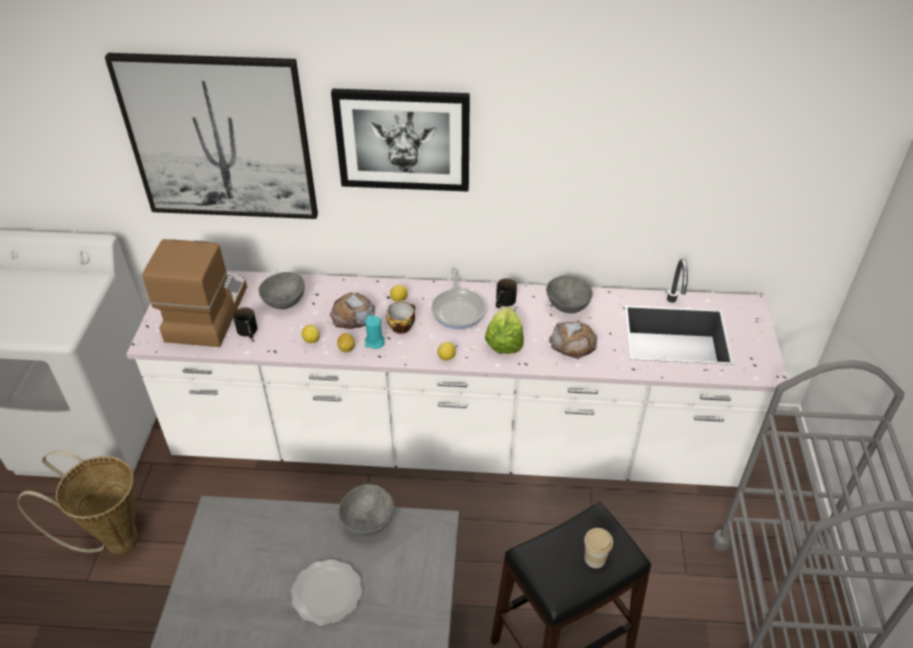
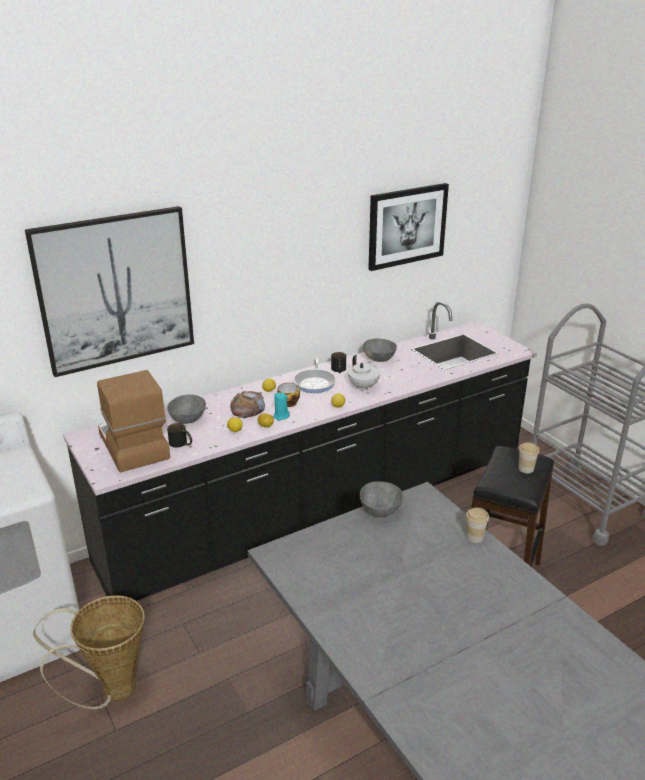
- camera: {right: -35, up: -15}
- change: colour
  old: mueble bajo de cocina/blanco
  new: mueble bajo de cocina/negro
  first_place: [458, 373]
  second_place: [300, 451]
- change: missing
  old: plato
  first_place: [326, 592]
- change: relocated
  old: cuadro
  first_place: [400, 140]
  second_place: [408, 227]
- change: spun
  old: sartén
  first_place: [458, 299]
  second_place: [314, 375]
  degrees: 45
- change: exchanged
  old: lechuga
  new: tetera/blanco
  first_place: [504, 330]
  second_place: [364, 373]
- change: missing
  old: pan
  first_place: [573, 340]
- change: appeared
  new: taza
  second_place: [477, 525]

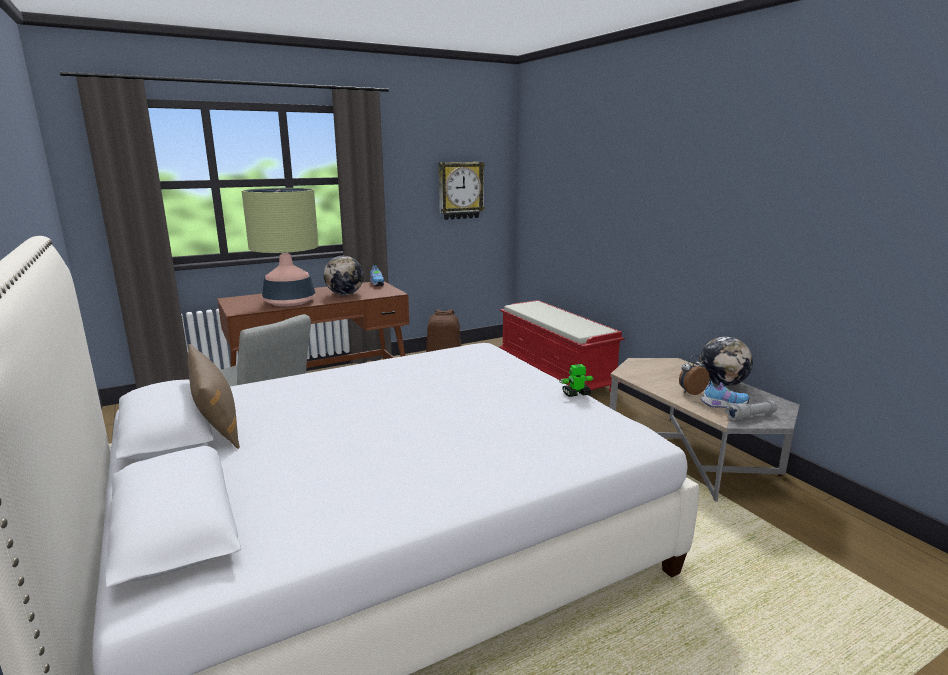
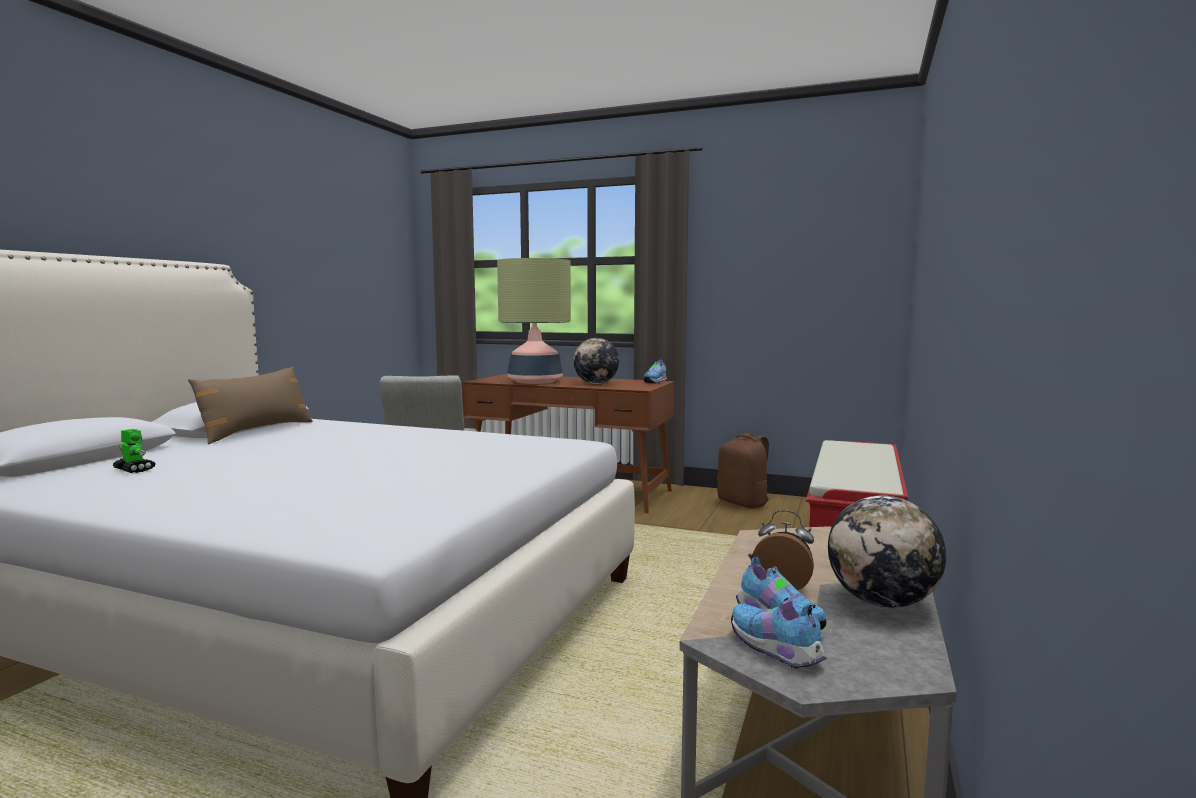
- camera: {right: 50, up: -10}
- change: missing
  old: reloj de pared
  first_place: [462, 191]
- change: relocated
  old: robot de juguete
  first_place: [577, 380]
  second_place: [134, 451]
- change: exchanged
  old: linterna/gris
  new: zapato
  first_place: [751, 410]
  second_place: [778, 633]

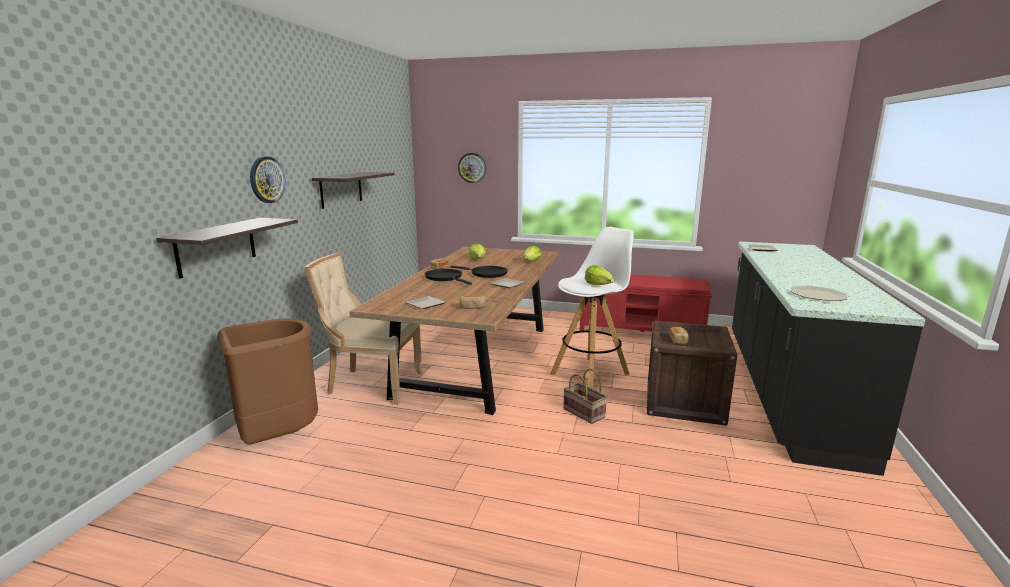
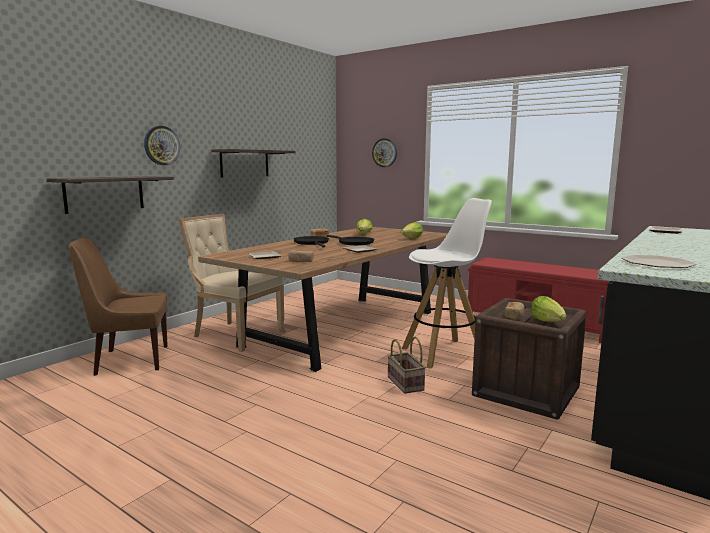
- camera: {right: 20, up: -5}
- change: exchanged
  old: papelera/marrón
  new: silla/marrón
  first_place: [267, 381]
  second_place: [118, 306]
- change: relocated
  old: lechuga
  first_place: [599, 275]
  second_place: [548, 309]

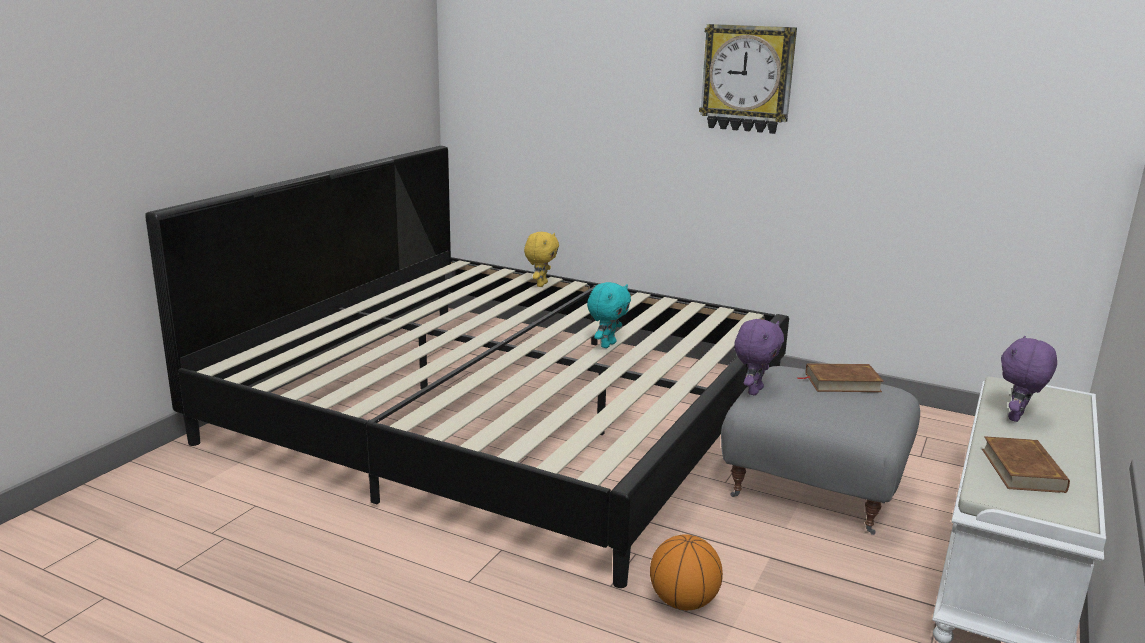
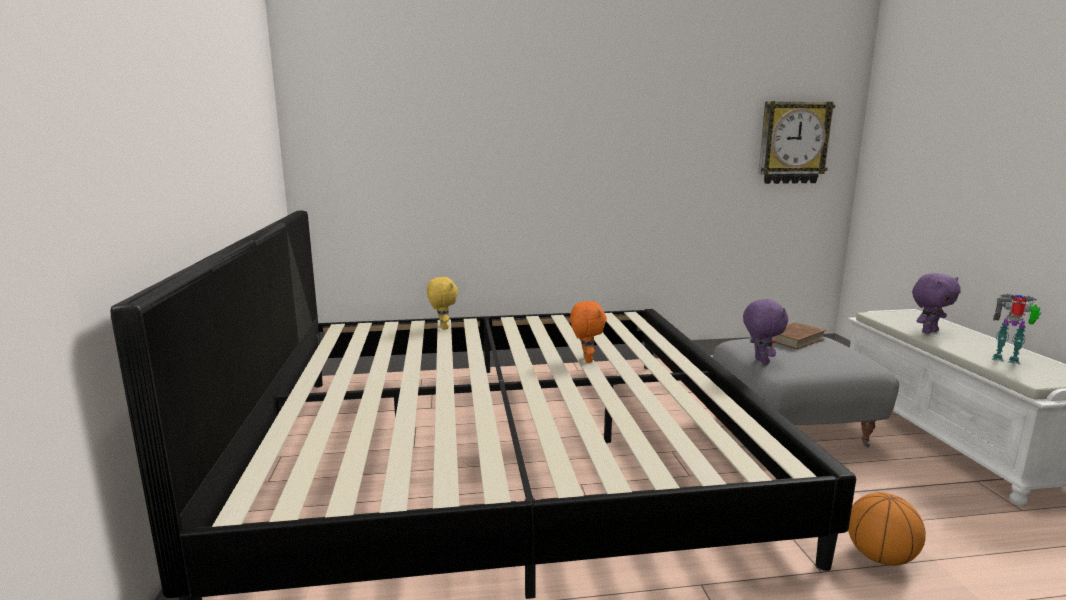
- camera: {right: -35, up: -5}
- change: colour
  old: peluche/turquesa
  new: peluche/naranja
  first_place: [609, 315]
  second_place: [588, 332]
- change: relocated
  old: reloj de pared
  first_place: [748, 79]
  second_place: [796, 142]
- change: exchanged
  old: libro/marrón
  new: robot de juguete
  first_place: [1026, 464]
  second_place: [1016, 329]
- change: spun
  old: peluche/morado
  first_place: [1029, 379]
  second_place: [936, 303]
  degrees: -120

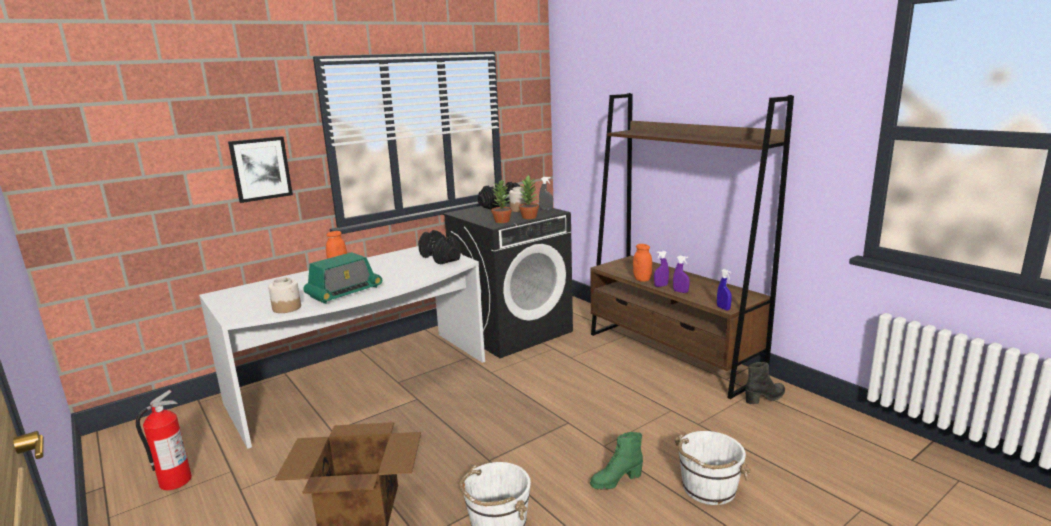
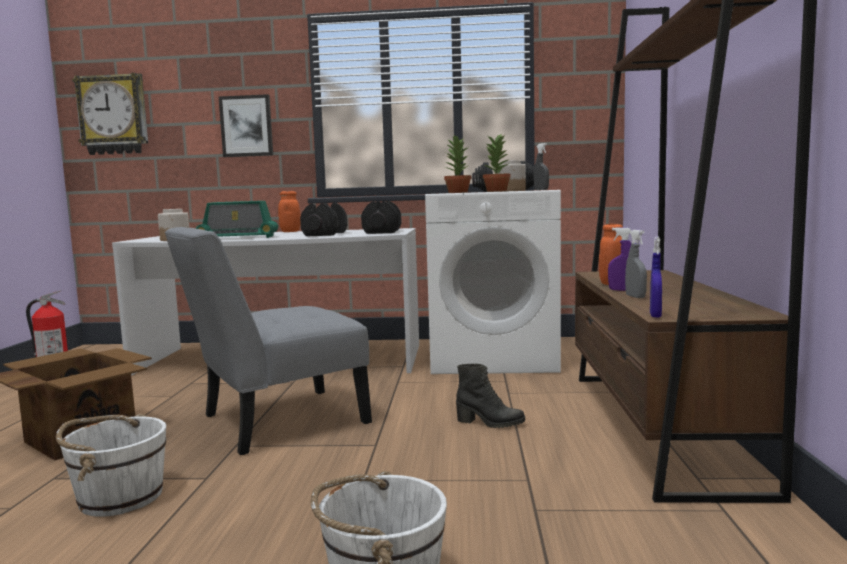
- camera: {right: 40, up: -10}
- change: colour
  old: lavadora/negro
  new: lavadora/blanco
  first_place: [508, 280]
  second_place: [493, 282]
- change: missing
  old: bota/verde
  first_place: [616, 461]
- change: colour
  old: pulverizador/morado
  new: pulverizador/gris
  first_place: [681, 274]
  second_place: [636, 264]
- change: relocated
  old: bota/negro
  first_place: [765, 383]
  second_place: [490, 395]
- change: appeared
  new: reloj de pared
  second_place: [110, 114]
- change: appeared
  new: silla/gris
  second_place: [268, 341]
- change: appeared
  new: mancuerna/negro
  second_place: [323, 219]

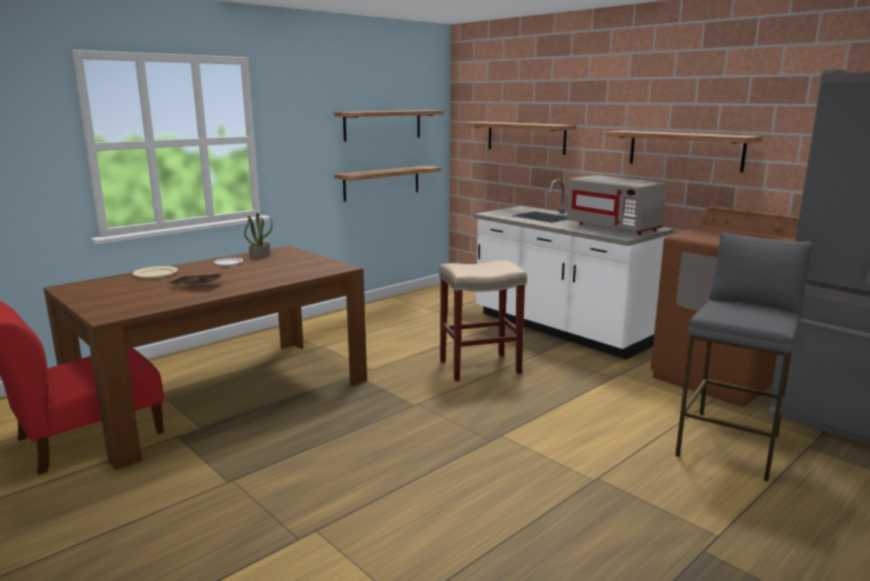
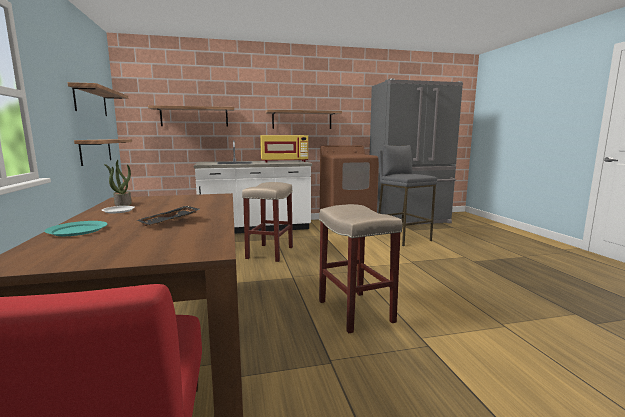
- camera: {right: -60, up: -5}
- change: colour
  old: plato/beis
  new: plato/turquesa
  first_place: [155, 272]
  second_place: [75, 228]
- change: colour
  old: microondas/gris
  new: microondas/amarillo
  first_place: [616, 205]
  second_place: [284, 149]
- change: appeared
  new: taburete/beis
  second_place: [360, 268]

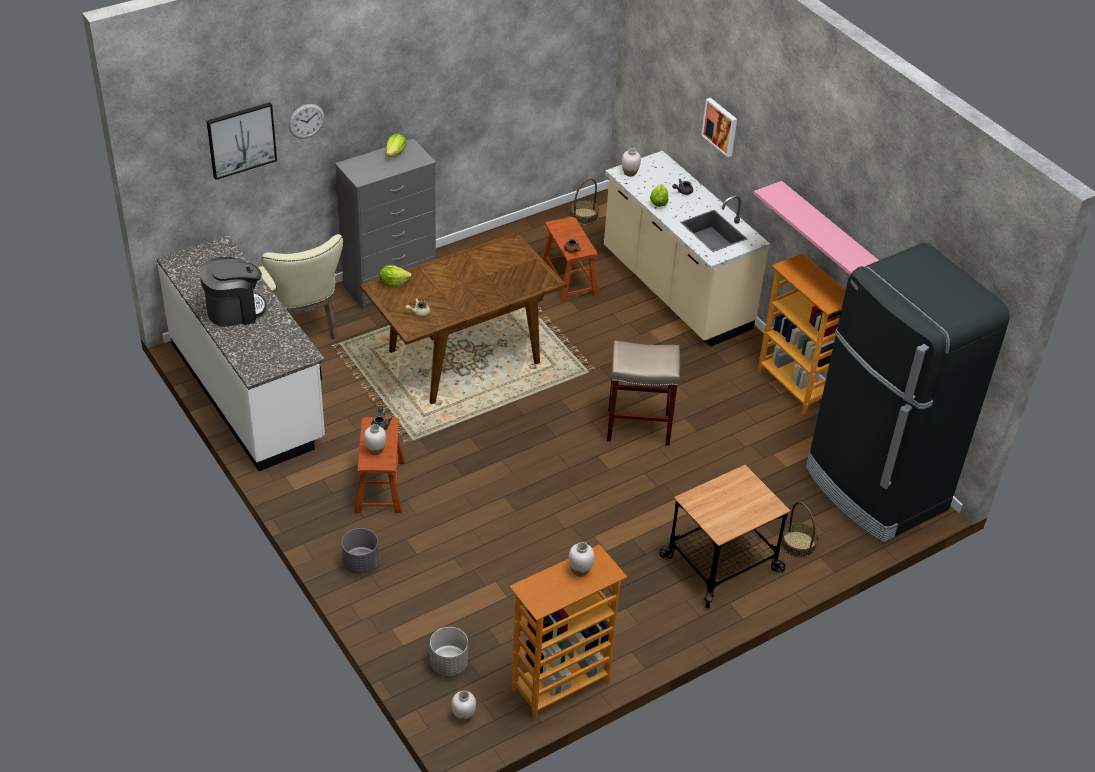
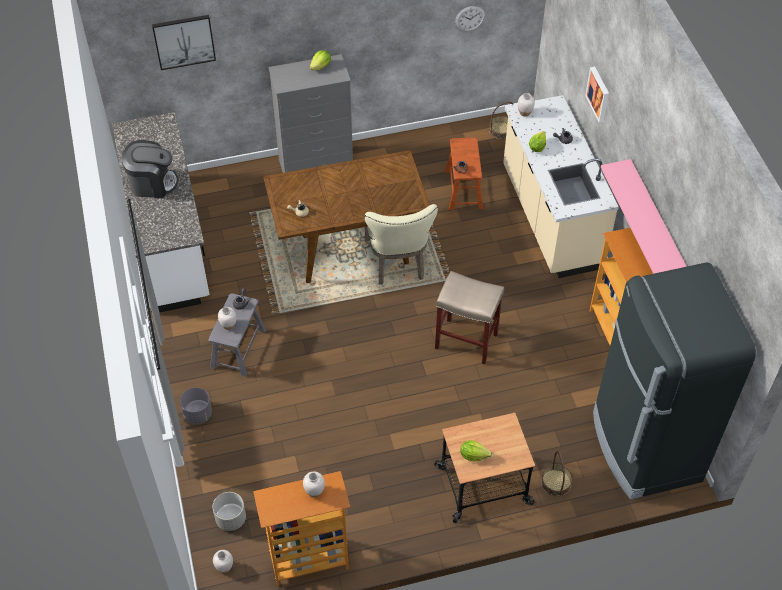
- camera: {right: 20, up: 10}
- change: relocated
  old: silla/beis
  first_place: [300, 287]
  second_place: [401, 244]
- change: relocated
  old: reloj de pared
  first_place: [307, 121]
  second_place: [470, 18]
- change: colour
  old: taburete/marrón
  new: taburete/gris
  first_place: [380, 465]
  second_place: [237, 335]
- change: relocated
  old: lechuga
  first_place: [395, 276]
  second_place: [476, 450]

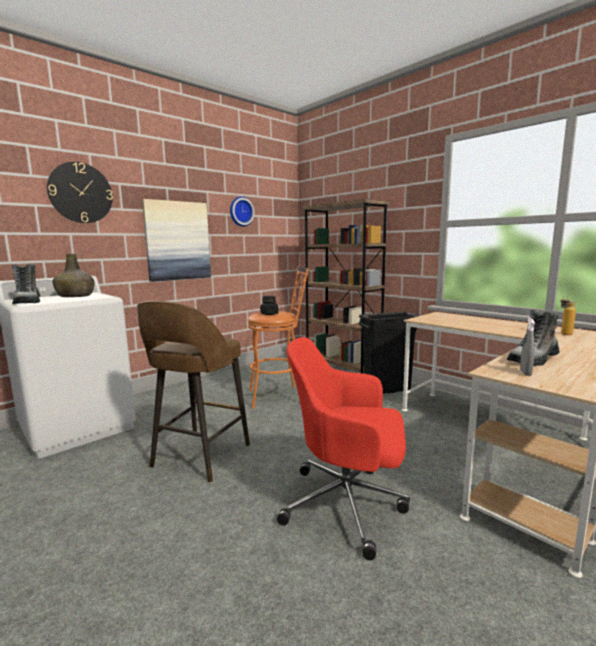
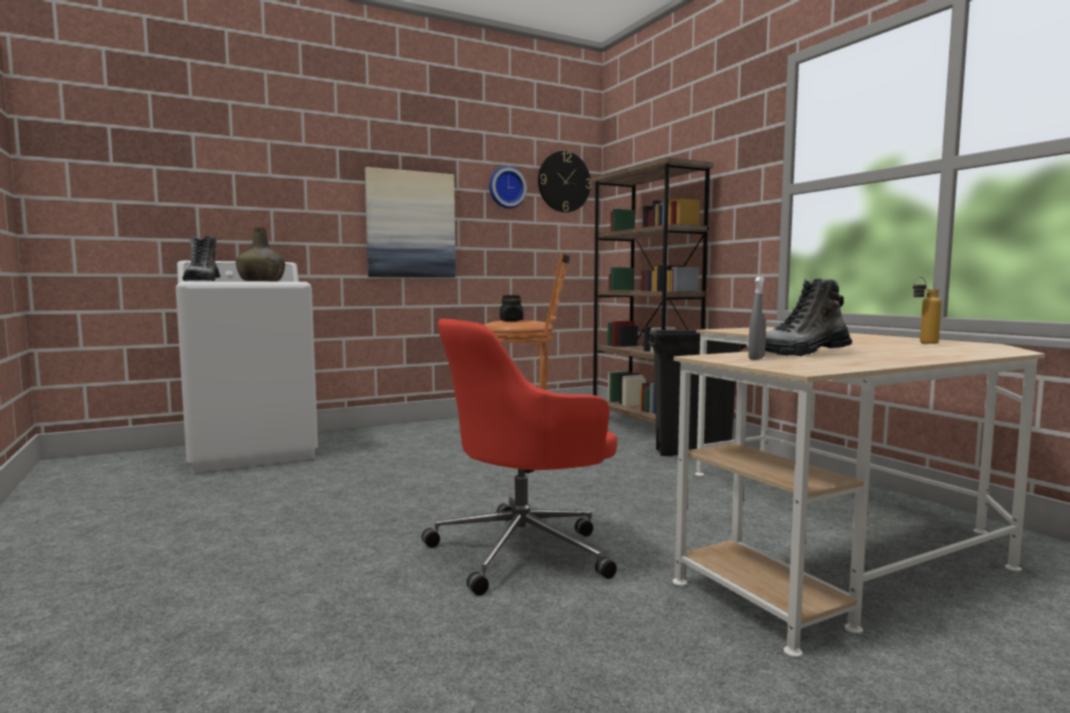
- camera: {right: 15, up: -5}
- change: relocated
  old: reloj de pared
  first_place: [80, 192]
  second_place: [564, 182]
- change: missing
  old: taburete/marrón
  first_place: [193, 391]
- change: spun
  old: silla de oficina/rojo
  first_place: [343, 448]
  second_place: [519, 457]
  degrees: -60

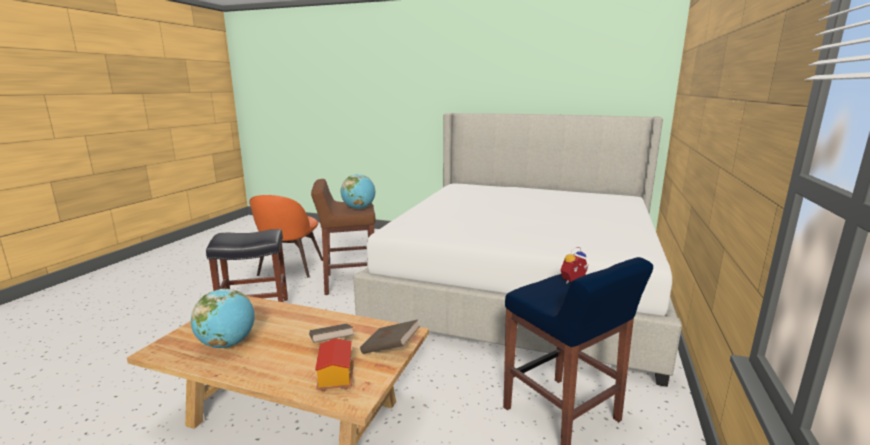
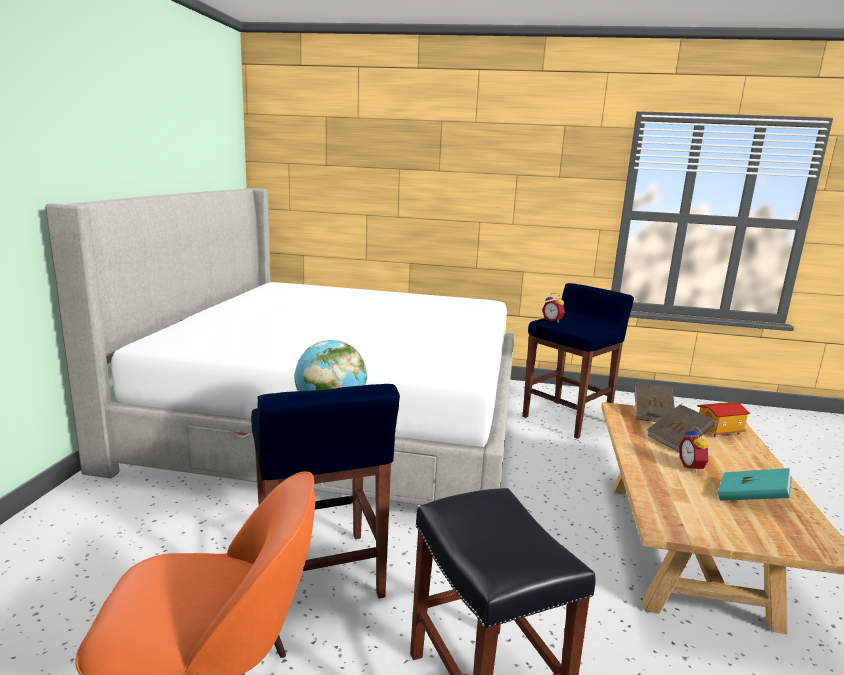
- camera: {right: -100, up: 0}
- change: exchanged
  old: globo terráqueo
  new: libro/turquesa
  first_place: [223, 318]
  second_place: [755, 484]
- change: colour
  old: taburete/marrón
  new: taburete/azul
  first_place: [343, 237]
  second_place: [325, 491]
- change: appeared
  new: despertador
  second_place: [694, 449]

